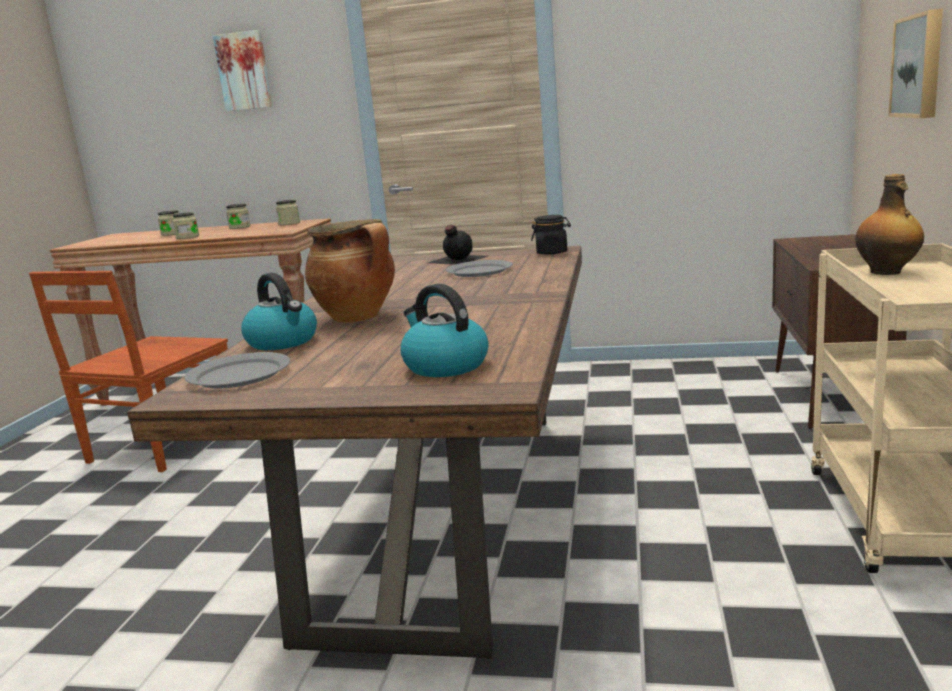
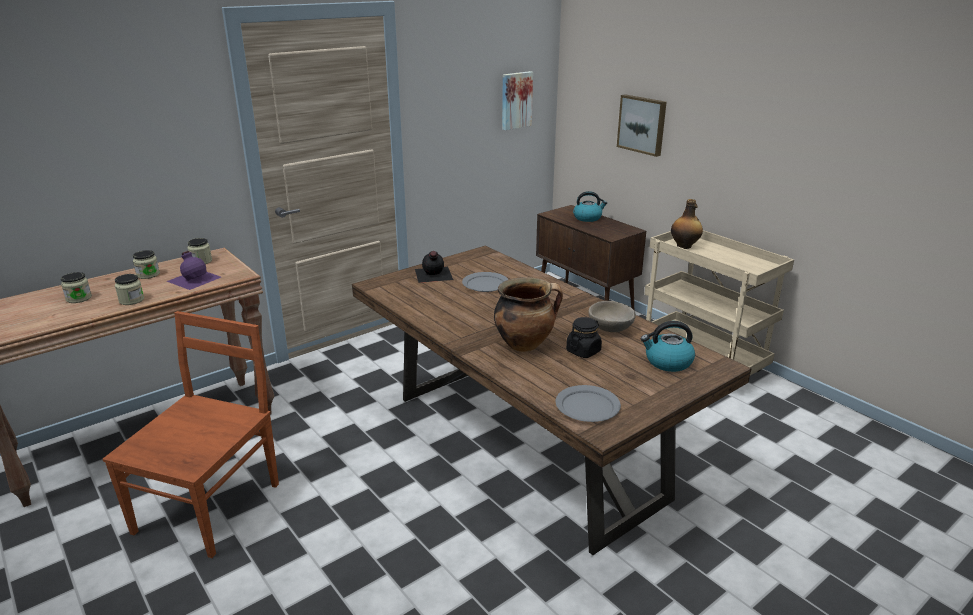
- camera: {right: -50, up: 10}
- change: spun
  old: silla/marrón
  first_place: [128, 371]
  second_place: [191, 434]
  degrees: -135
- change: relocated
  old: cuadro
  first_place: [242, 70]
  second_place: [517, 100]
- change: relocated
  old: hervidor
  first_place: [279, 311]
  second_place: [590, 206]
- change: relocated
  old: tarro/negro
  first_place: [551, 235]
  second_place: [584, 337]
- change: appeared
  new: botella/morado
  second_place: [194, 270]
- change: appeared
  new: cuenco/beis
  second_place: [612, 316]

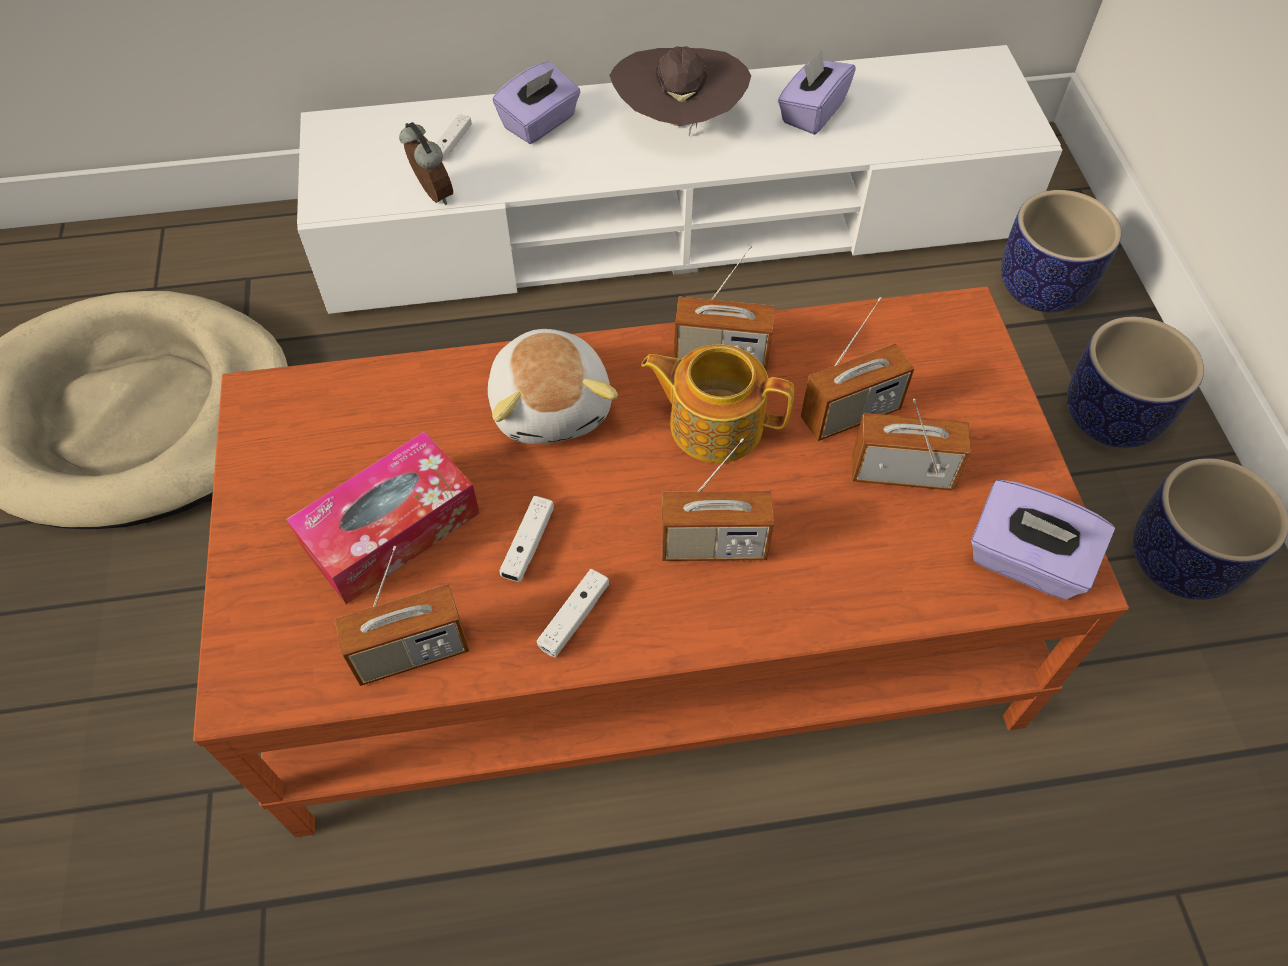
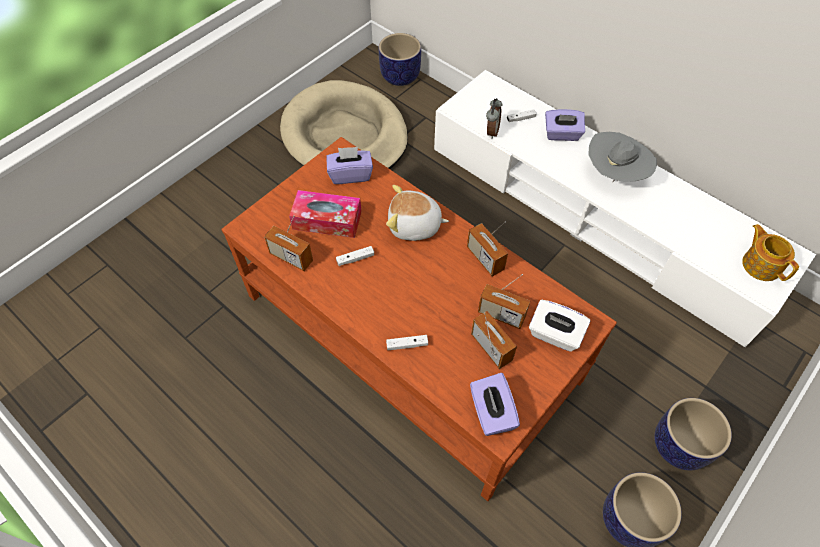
- camera: {right: 50, up: 0}
- change: spun
  old: peluche
  first_place: [553, 386]
  second_place: [417, 213]
  degrees: 60
- change: relocated
  old: mando de consola/blanco
  first_place: [573, 613]
  second_place: [407, 342]
- change: colour
  old: sombrero/marrón
  new: sombrero/gris
  first_place: [680, 91]
  second_place: [622, 157]
- change: relocated
  old: tetera
  first_place: [717, 403]
  second_place: [770, 252]
- change: missing
  old: radio
  first_place: [717, 499]
- change: relocated
  old: caja de pañuelos/morado
  first_place: [817, 92]
  second_place: [349, 165]
- change: relocated
  old: maceta
  first_place: [1061, 251]
  second_place: [400, 59]
- change: appeared
  new: caja de pañuelos/blanco
  second_place: [559, 326]

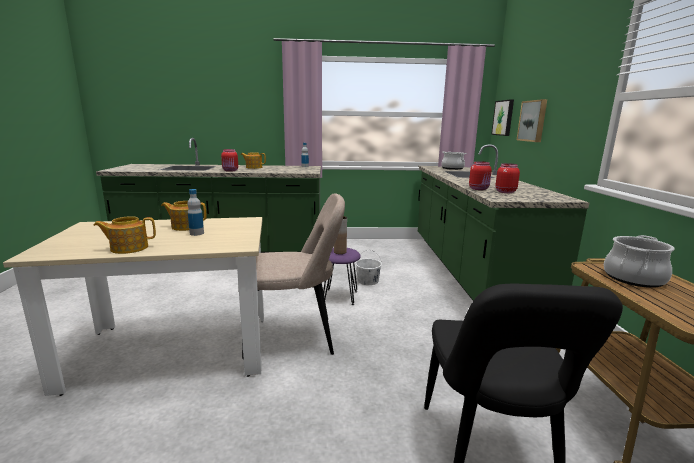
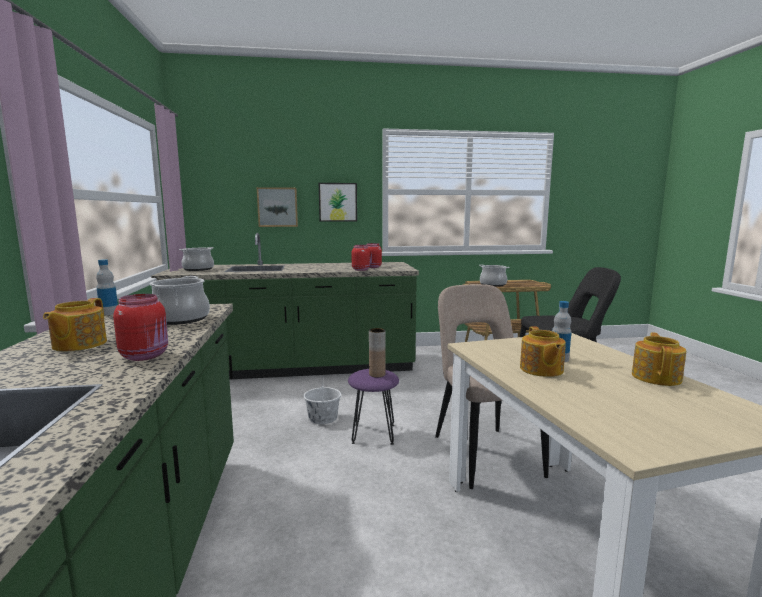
- camera: {right: -95, up: -5}
- change: spun
  old: tetera
  first_place: [124, 235]
  second_place: [659, 359]
  degrees: -135
- change: relocated
  old: cuadro
  first_place: [502, 117]
  second_place: [338, 202]
- change: appeared
  new: olla
  second_place: [180, 300]

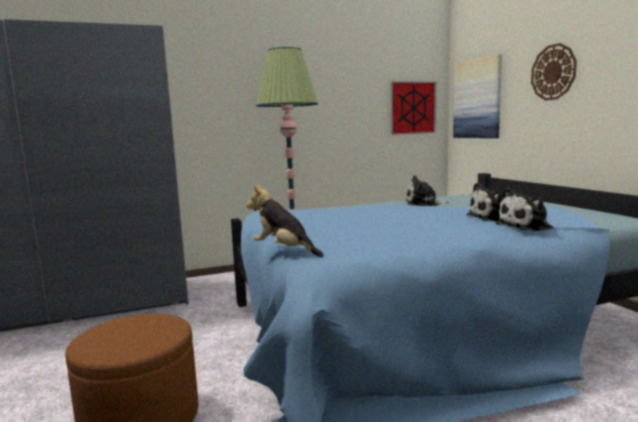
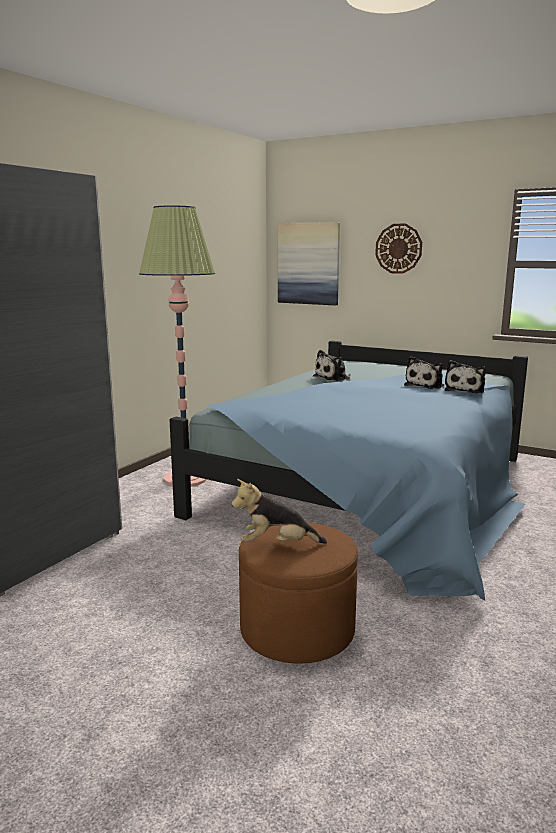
- camera: {right: -40, up: 5}
- change: relocated
  old: peluche
  first_place: [285, 221]
  second_place: [279, 511]
- change: missing
  old: cuadro
  first_place: [413, 108]

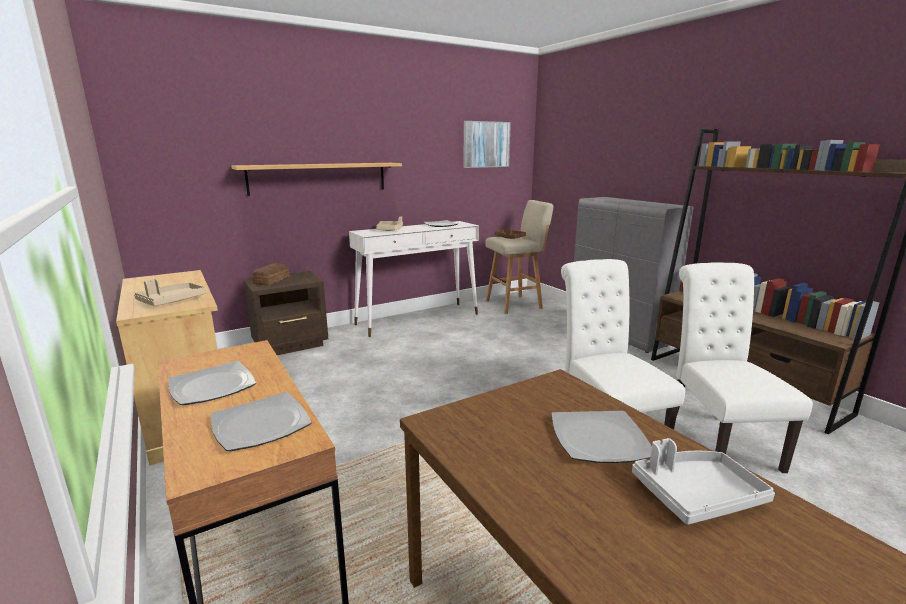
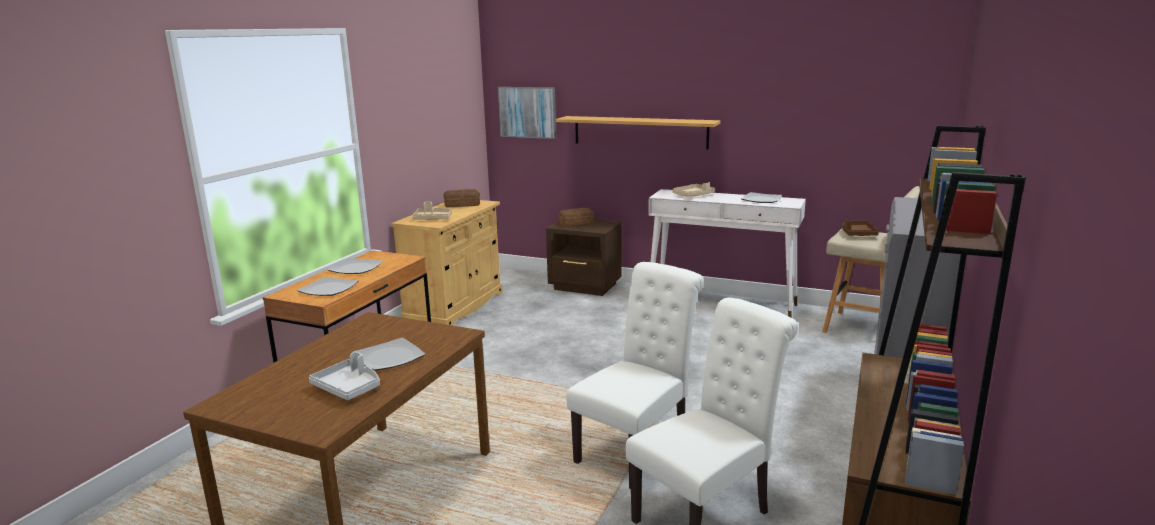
- camera: {right: 55, up: 0}
- change: relocated
  old: cuadro
  first_place: [487, 144]
  second_place: [527, 113]
- change: appeared
  new: pan
  second_place: [462, 198]

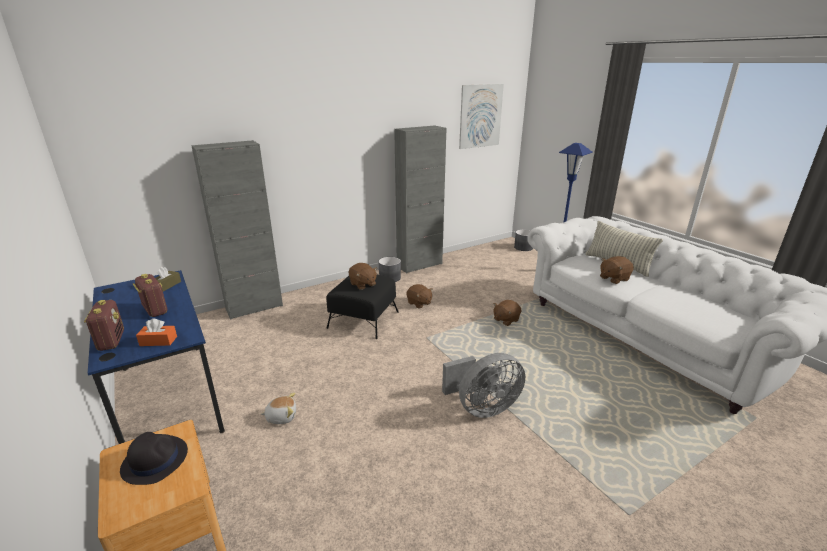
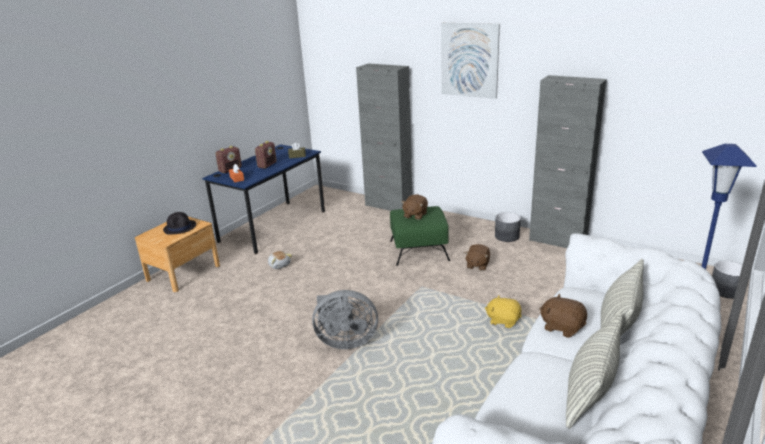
- camera: {right: 65, up: 0}
- change: colour
  old: puf/negro
  new: puf/verde
  first_place: [362, 307]
  second_place: [420, 236]
- change: spun
  old: ventilador/gris
  first_place: [483, 385]
  second_place: [345, 319]
  degrees: -45
- change: relocated
  old: cuadro
  first_place: [481, 116]
  second_place: [470, 61]
- change: colour
  old: peluche/marrón
  new: peluche/amarillo
  first_place: [507, 313]
  second_place: [503, 311]
- change: appeared
  new: cojín
  second_place: [594, 371]

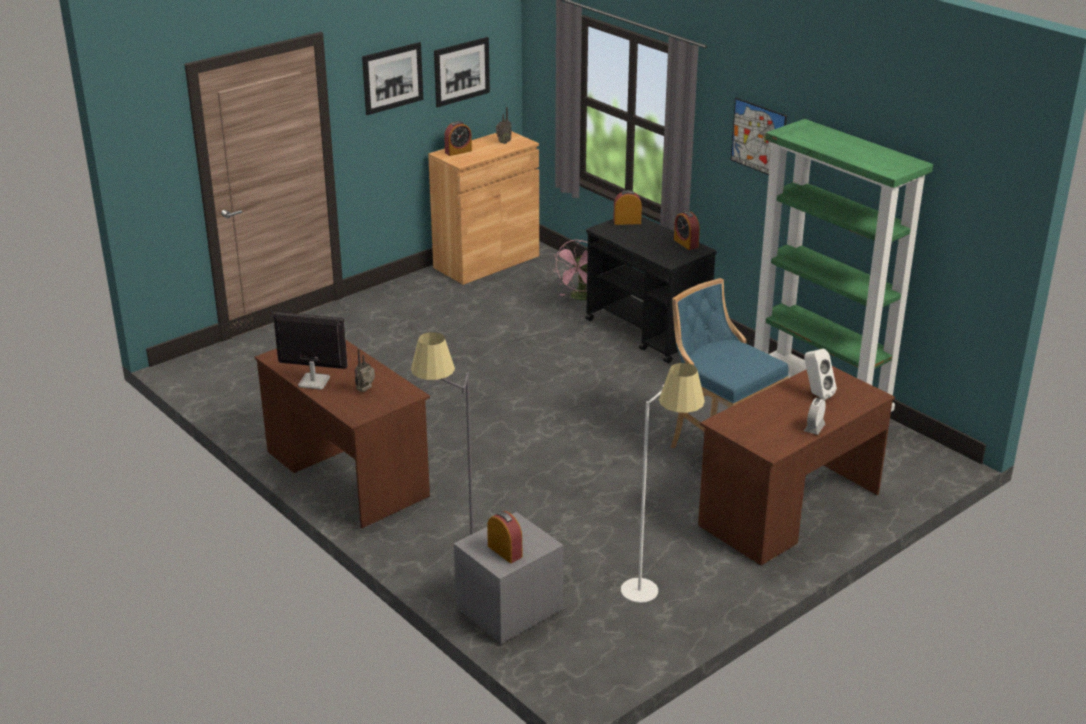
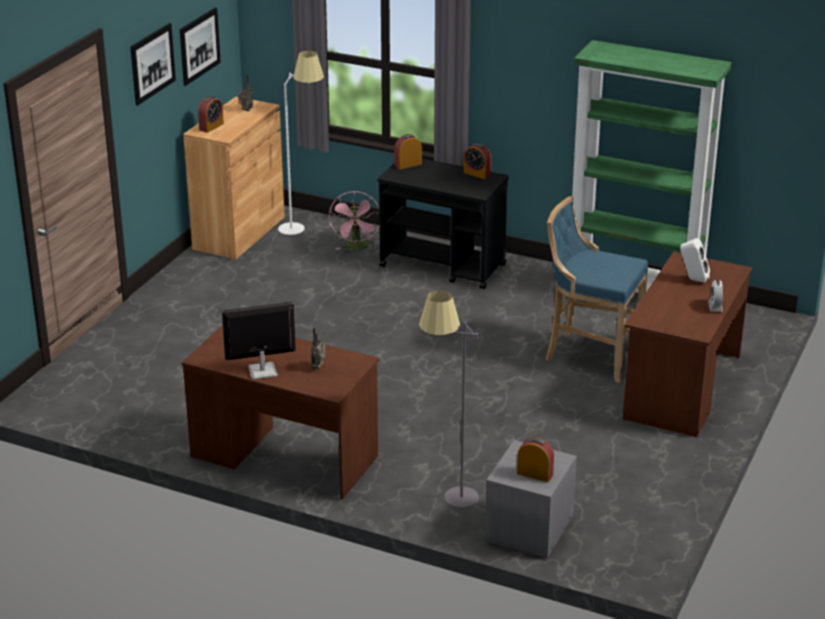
- camera: {right: -25, up: 0}
- change: relocated
  old: lámpara de pie/blanco
  first_place: [663, 483]
  second_place: [301, 143]
- change: missing
  old: cuadro
  first_place: [759, 136]

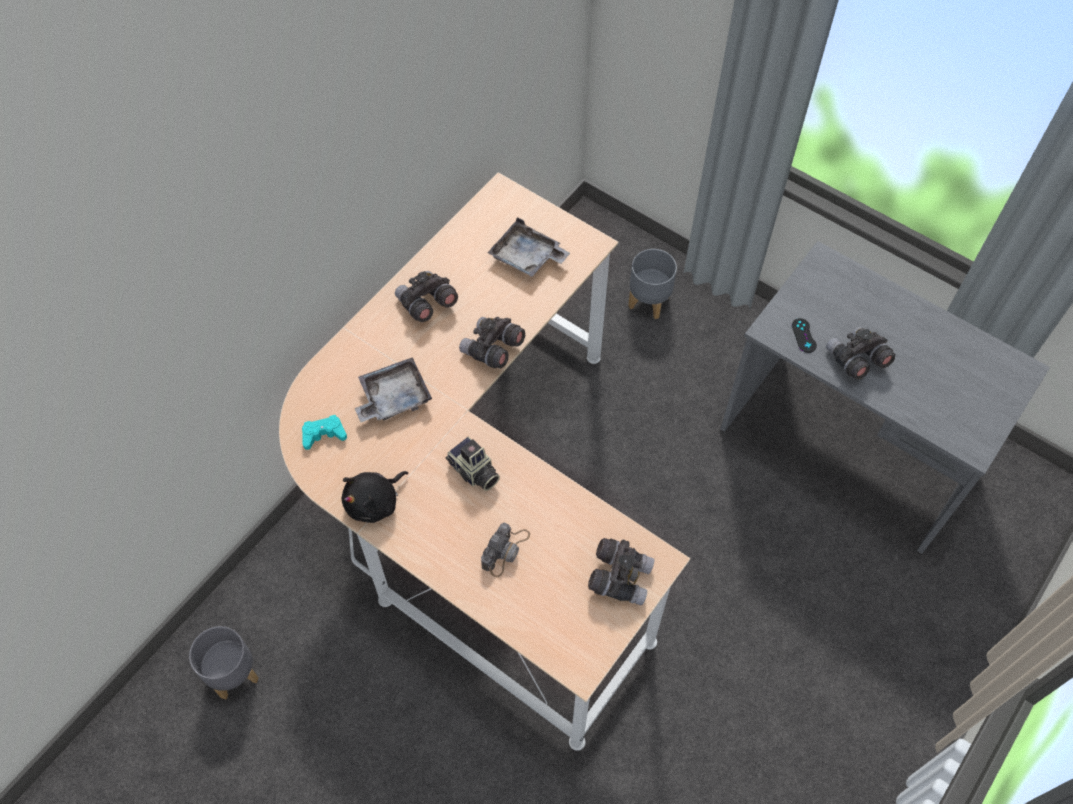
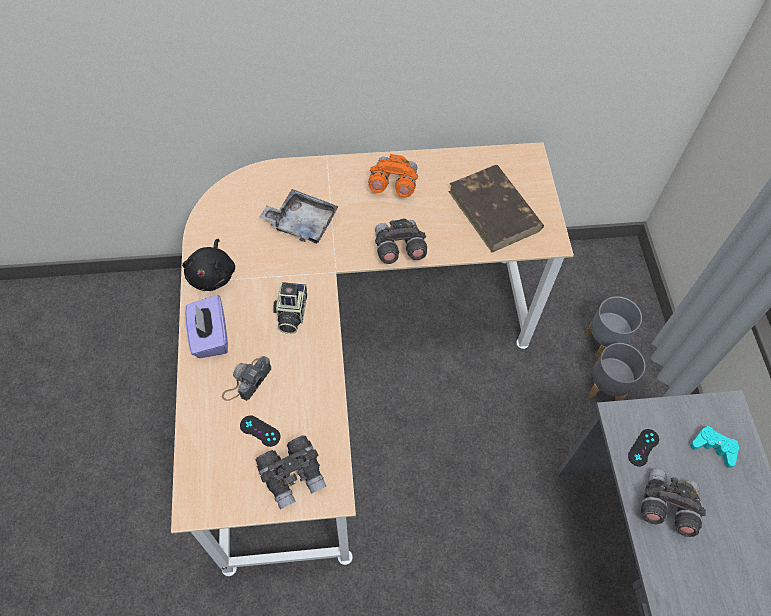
- camera: {right: 45, up: 0}
- change: relocated
  old: maceta/gris
  first_place: [224, 662]
  second_place: [616, 372]
- change: relocated
  old: mando de consola/turquesa
  first_place: [324, 432]
  second_place: [714, 447]
- change: spun
  old: peluche/negro
  first_place: [375, 497]
  second_place: [208, 265]
  degrees: -90
- change: colour
  old: prismáticos/gris
  new: prismáticos/naranja
  first_place: [426, 296]
  second_place: [393, 176]
- change: spun
  old: cámara
  first_place: [505, 549]
  second_place: [246, 378]
  degrees: 135
- change: exchanged
  old: bandeja/gris
  new: libro/marrón
  first_place: [529, 247]
  second_place: [496, 209]
- change: appeared
  new: caja de pañuelos/morado
  second_place: [206, 326]
- change: appeared
  new: mando de consola/negro
  second_place: [260, 431]

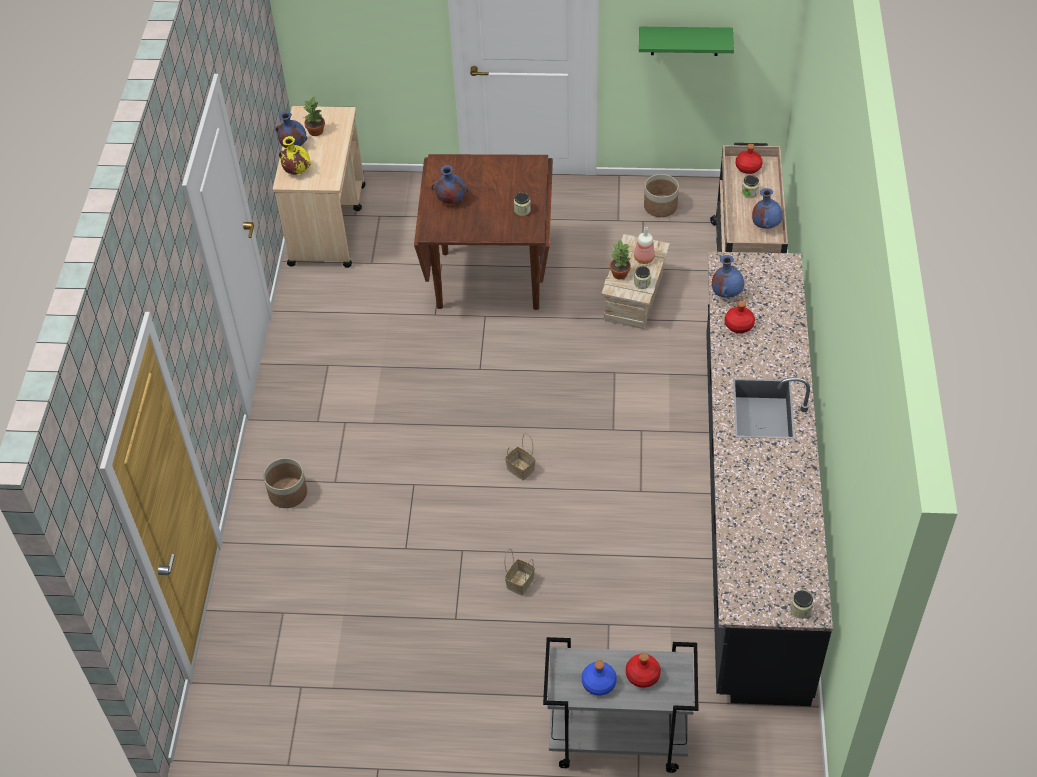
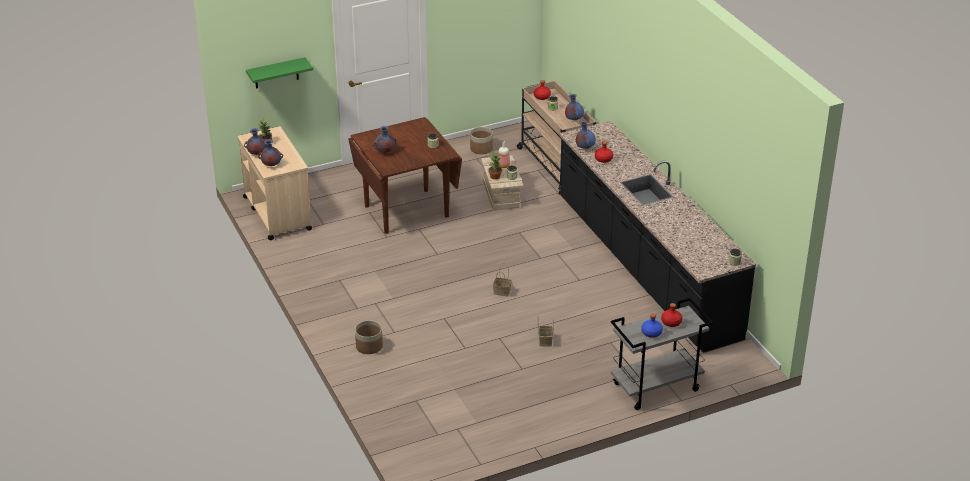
- camera: {right: -30, up: -15}
- change: colour
  old: florero/amarillo
  new: florero/azul
  first_place: [295, 155]
  second_place: [270, 152]
- change: relocated
  old: estante/verde
  first_place: [686, 41]
  second_place: [279, 73]

